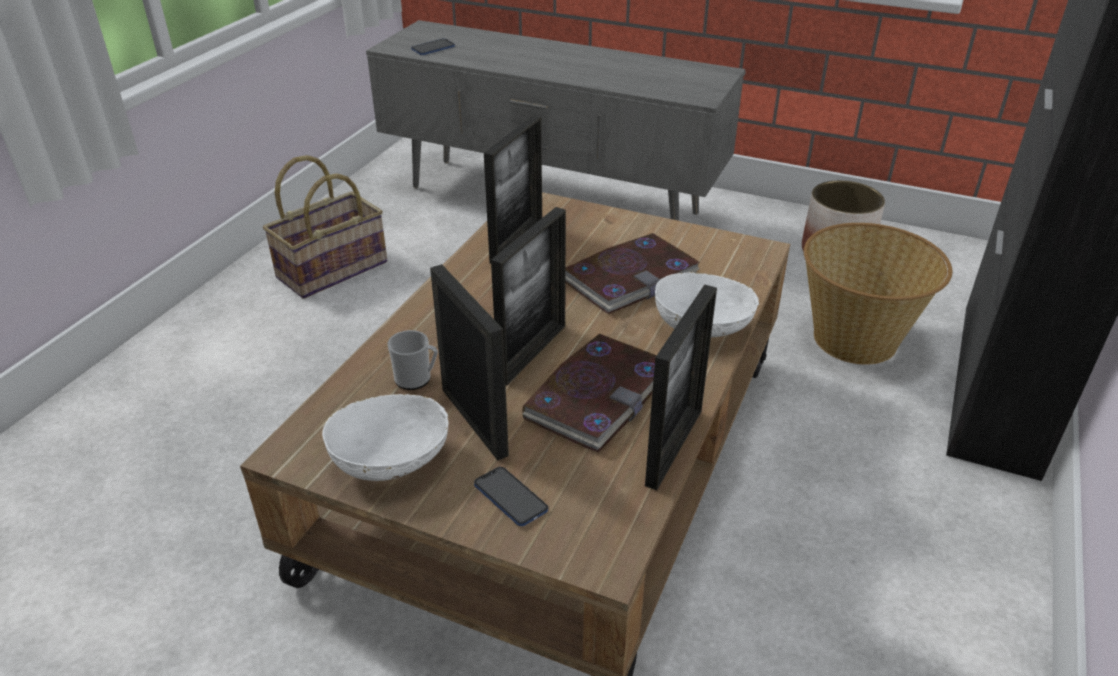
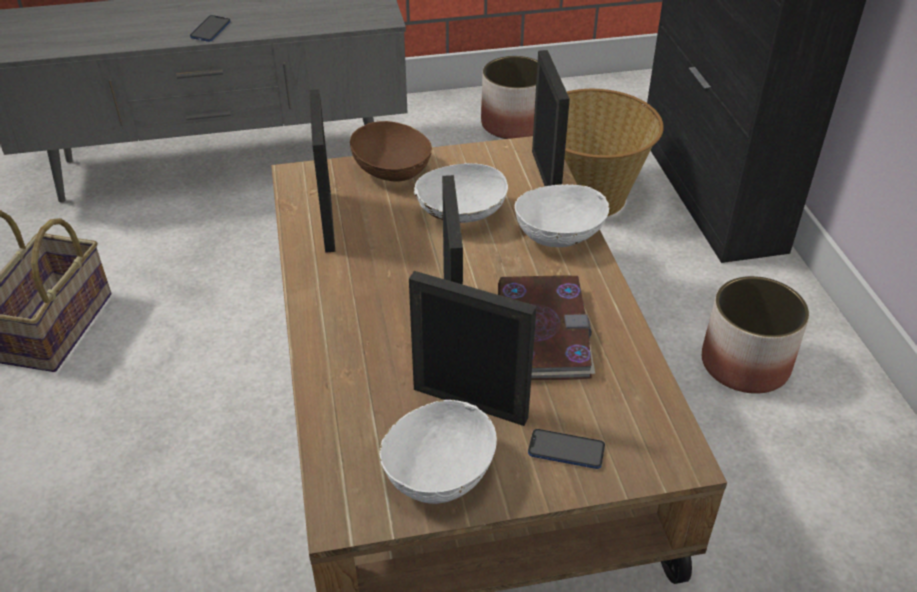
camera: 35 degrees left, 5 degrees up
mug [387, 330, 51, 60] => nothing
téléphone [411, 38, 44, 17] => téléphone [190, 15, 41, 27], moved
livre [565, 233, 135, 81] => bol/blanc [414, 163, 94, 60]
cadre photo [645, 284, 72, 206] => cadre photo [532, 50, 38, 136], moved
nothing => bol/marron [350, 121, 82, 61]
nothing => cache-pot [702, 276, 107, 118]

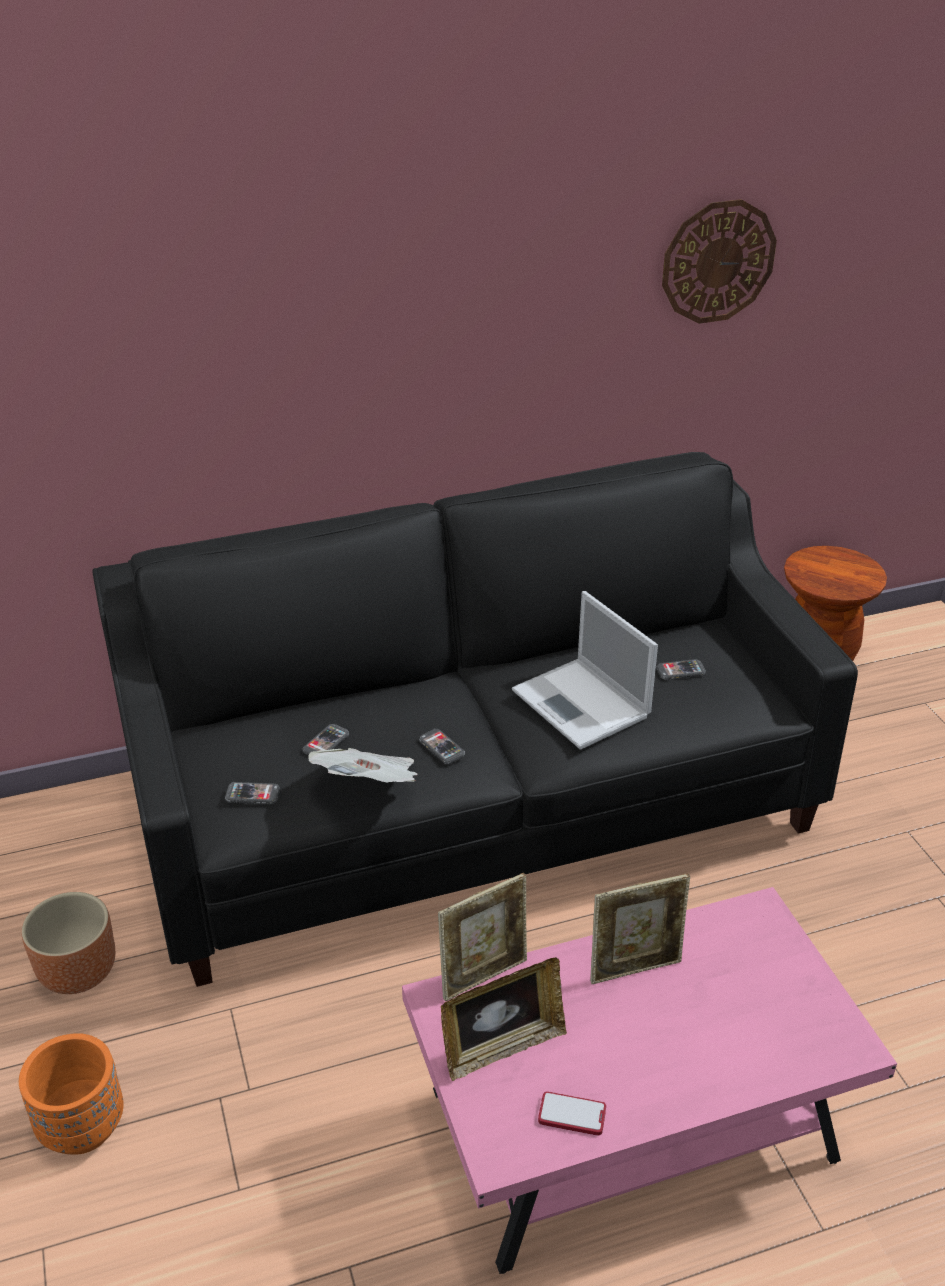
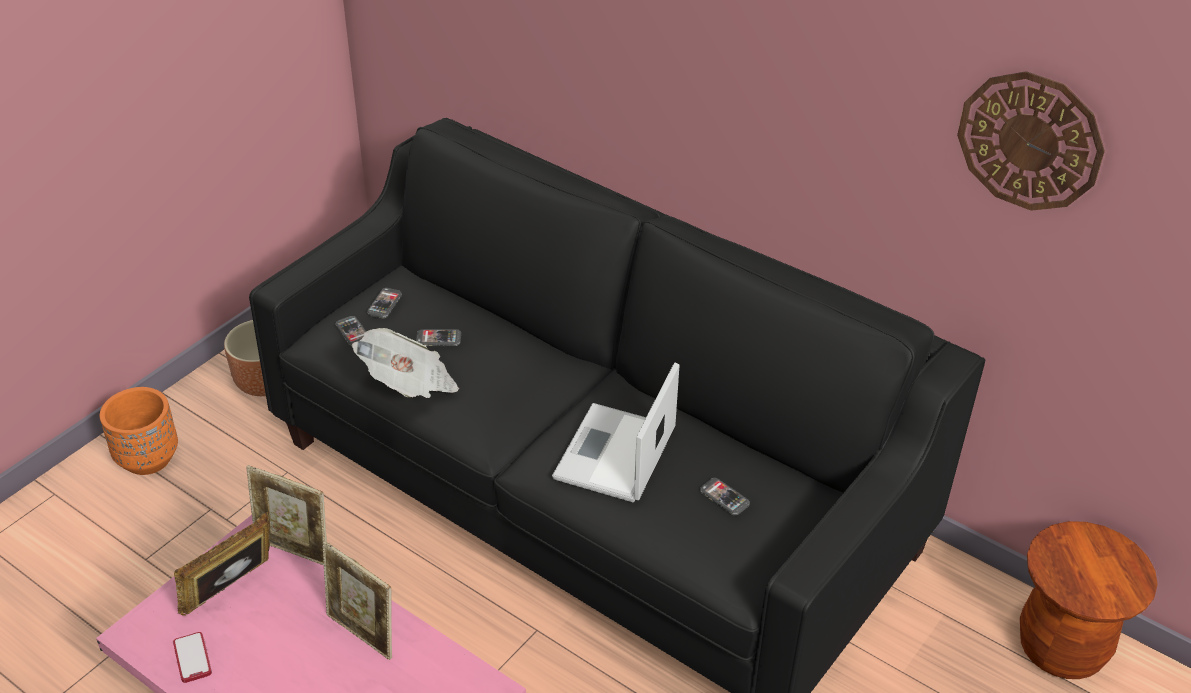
camera: 55 degrees right, 5 degrees up
téléphone [419, 729, 46, 35] => téléphone [367, 288, 35, 31], moved
cadre photo [441, 957, 126, 124] => cadre photo [174, 512, 96, 103], 105 degrees clockwise

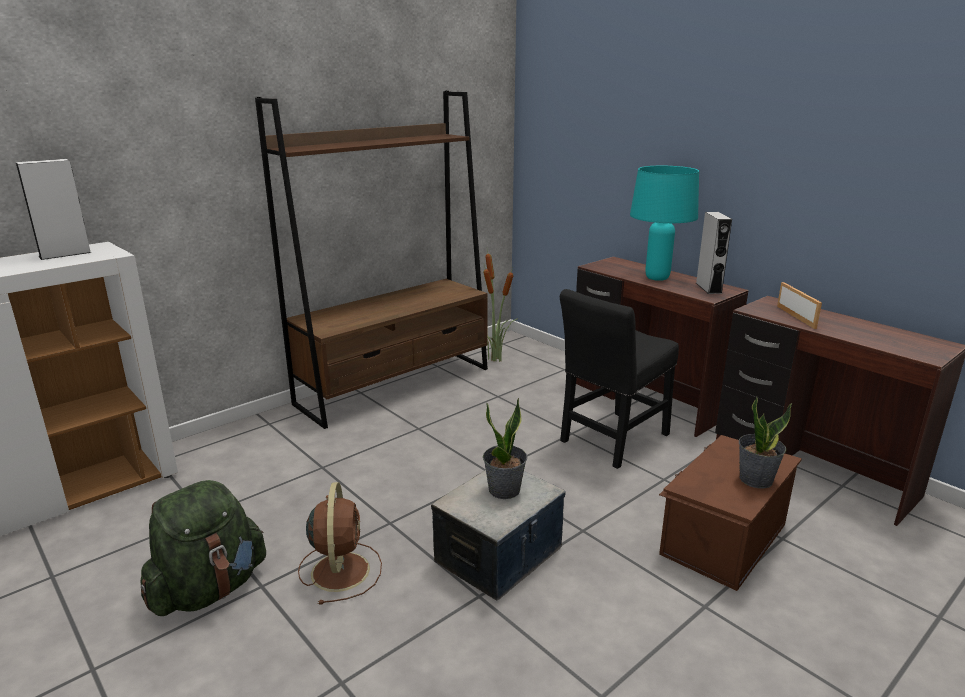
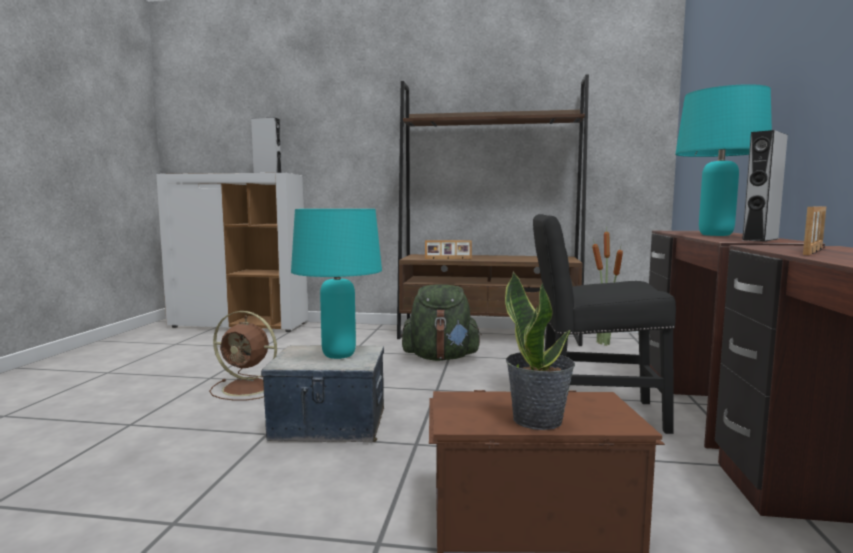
camera: 50 degrees right, 15 degrees down
sac à dos/vert [141, 480, 125, 136] => sac à dos/vert [402, 284, 80, 77], moved
ventilateur/marron [298, 482, 84, 123] => ventilateur/marron [209, 311, 68, 89], 60 degrees clockwise
plante en pot [483, 398, 44, 101] => lampe de table/turquoise [291, 209, 91, 150]
nothing => cadre photo [425, 240, 47, 19]

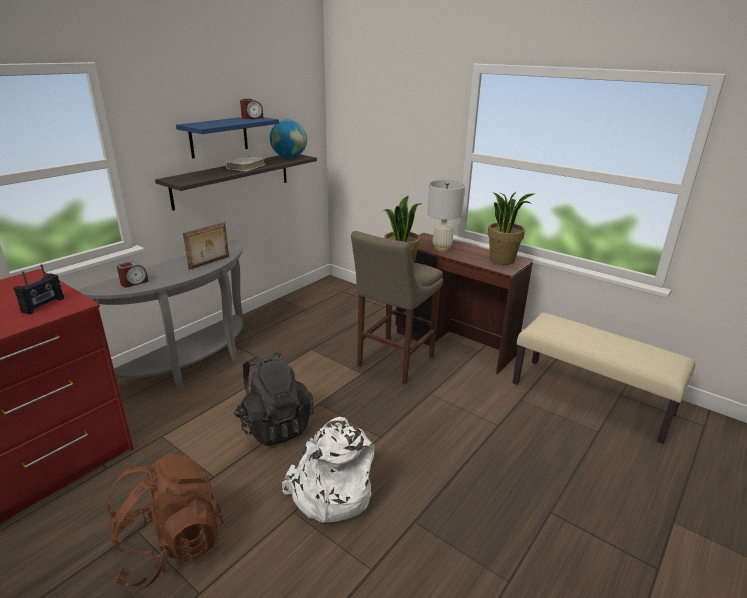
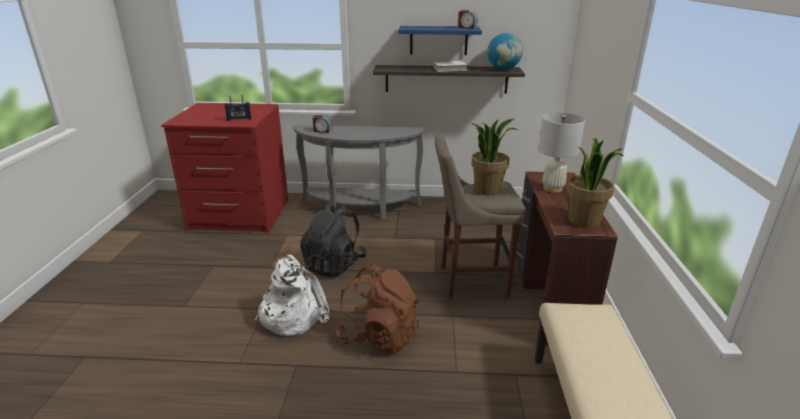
camera: 55 degrees right, 0 degrees up
sac à dos/marron [107, 454, 117, 134] => sac à dos/marron [336, 264, 83, 89], moved
cadre photo [183, 222, 46, 48] => nothing

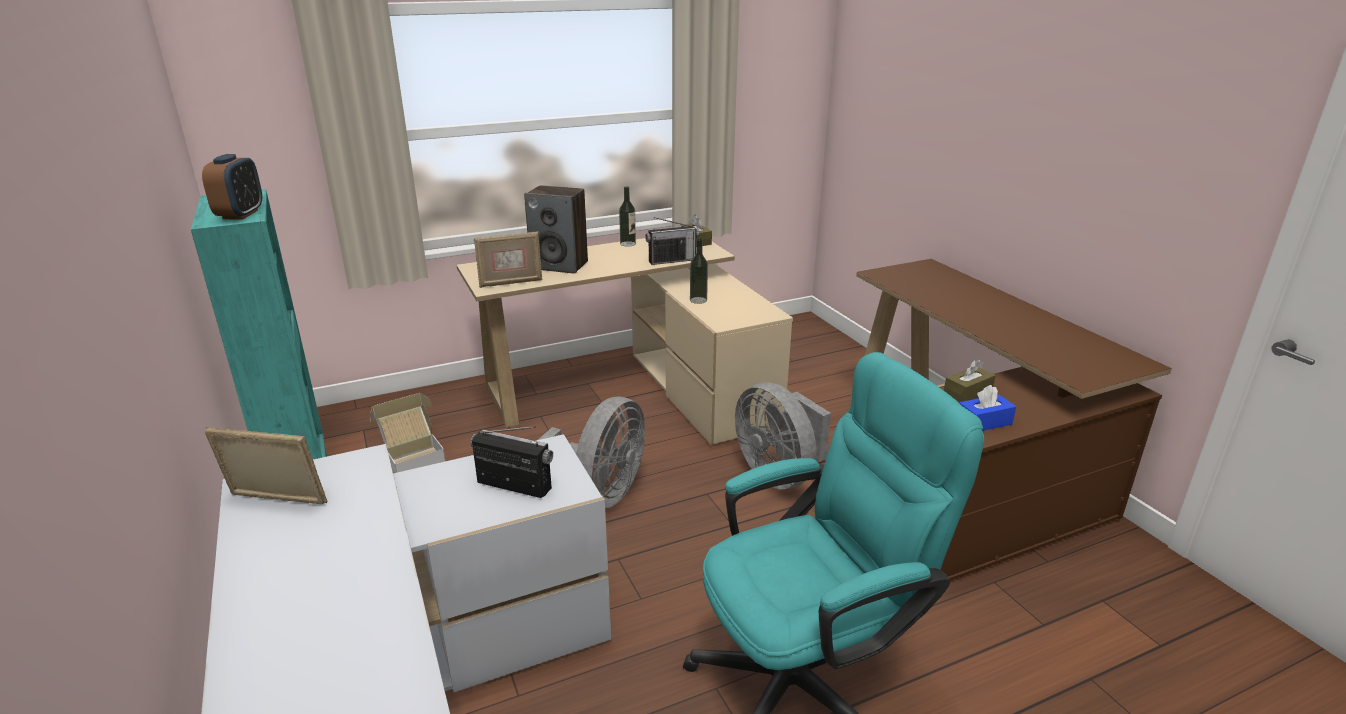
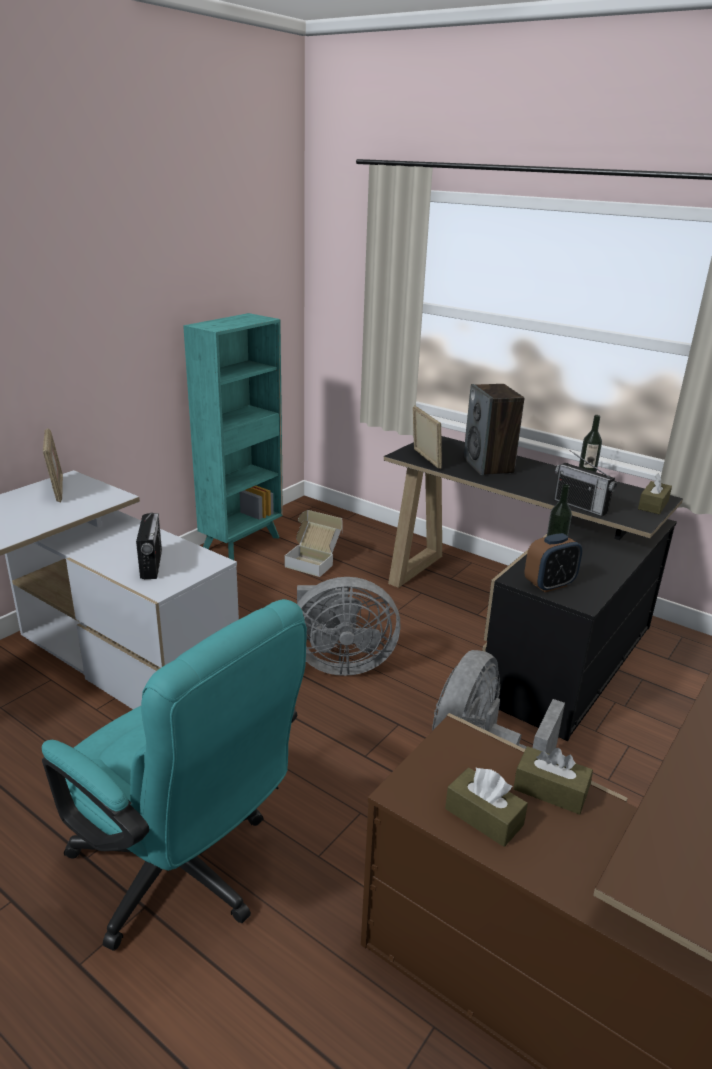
camera: 60 degrees right, 0 degrees up
réveil [202, 154, 60, 65] => réveil [524, 533, 58, 59], moved
bureau/beige [457, 238, 336, 207] => bureau/noir [384, 436, 299, 305]
cadre photo [474, 231, 68, 57] => cadre photo [413, 405, 29, 64], 150 degrees counterclockwise
boîte à mouchoirs/bleu [959, 385, 57, 46] => boîte à mouchoirs/marron [445, 768, 83, 79]

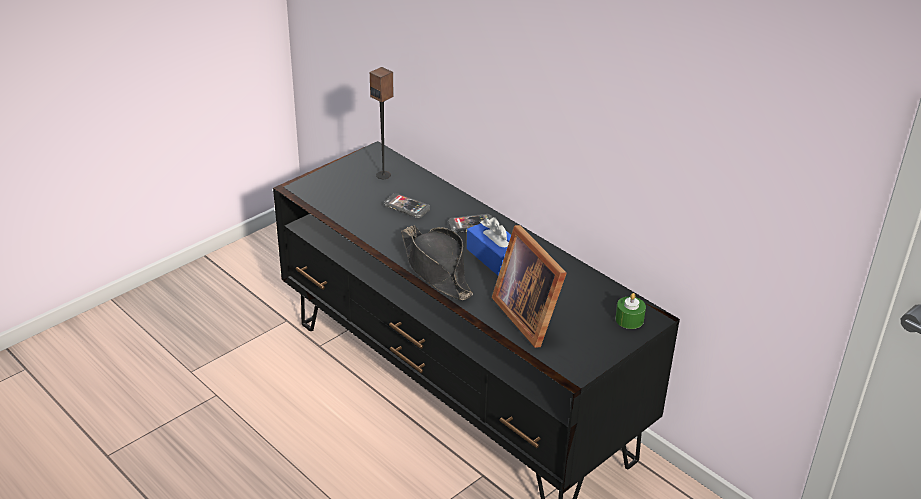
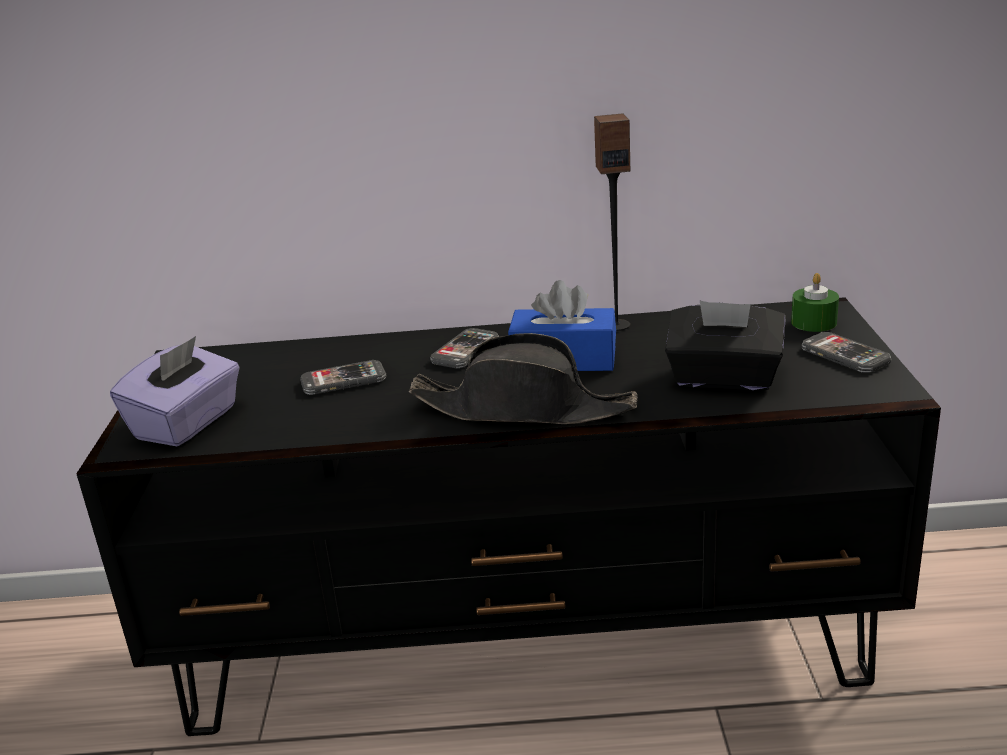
camera: 45 degrees left, 10 degrees down
enceinte [370, 67, 24, 112] => enceinte [594, 113, 36, 218], moved
cadre photo [492, 225, 75, 123] => boîte à mouchoirs/noir [665, 301, 120, 89]
nothing => boîte à mouchoirs/violet [110, 336, 130, 111]
nothing => téléphone [802, 332, 89, 41]

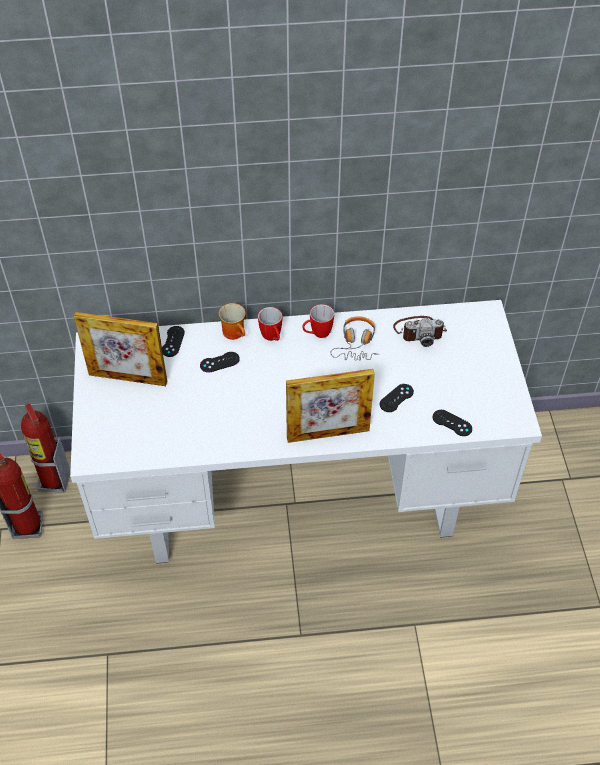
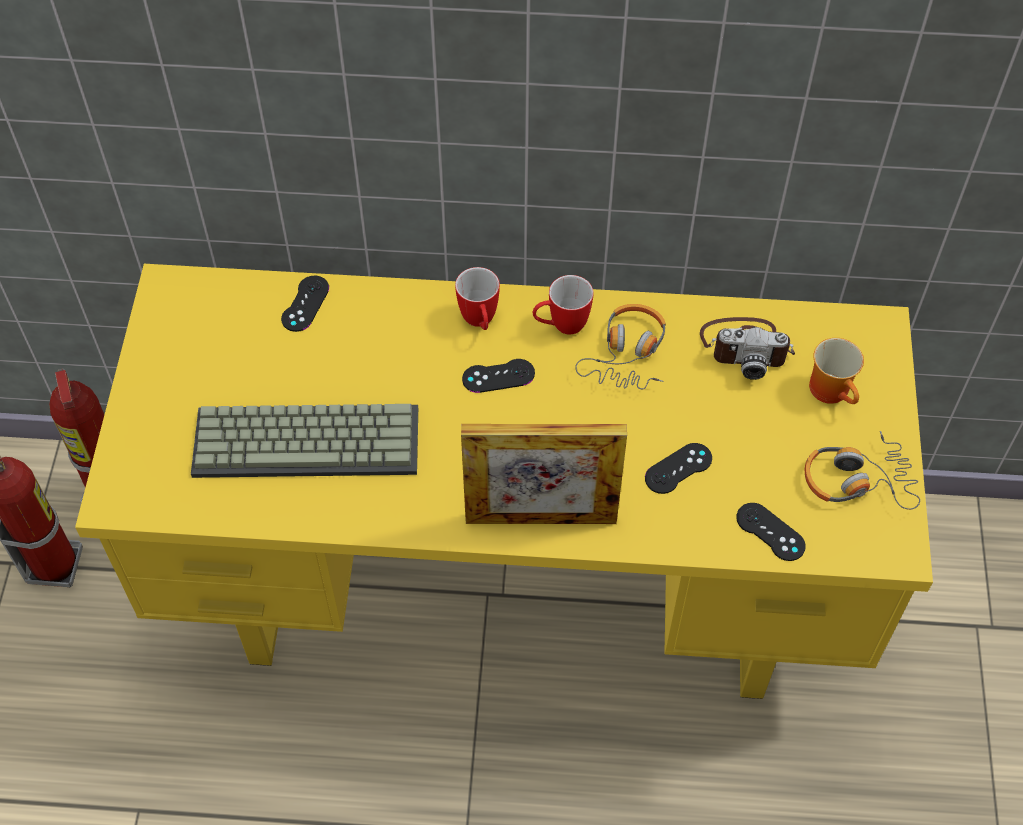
camera: 10 degrees right, 5 degrees up
bureau/blanc [70, 300, 472, 263] => bureau/jaune [75, 264, 858, 435]
cadre photo [74, 312, 93, 74] => nothing
manette/noir [200, 352, 40, 21] => manette/noir [462, 359, 73, 34], moved
mug [219, 303, 26, 37] => mug [809, 338, 55, 66], moved
nothing => clavier [191, 404, 227, 74]
nothing => casque audio [805, 431, 115, 79]

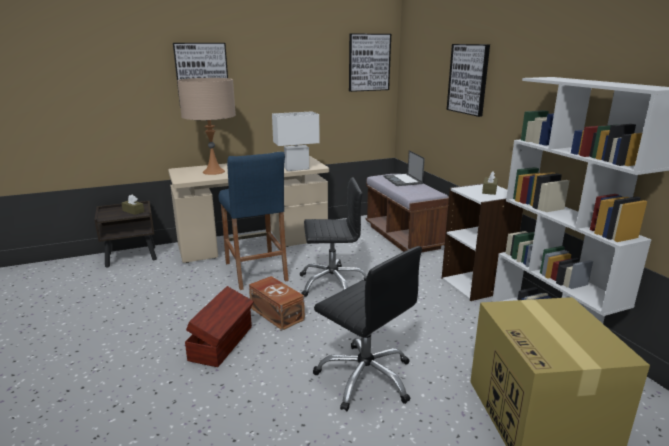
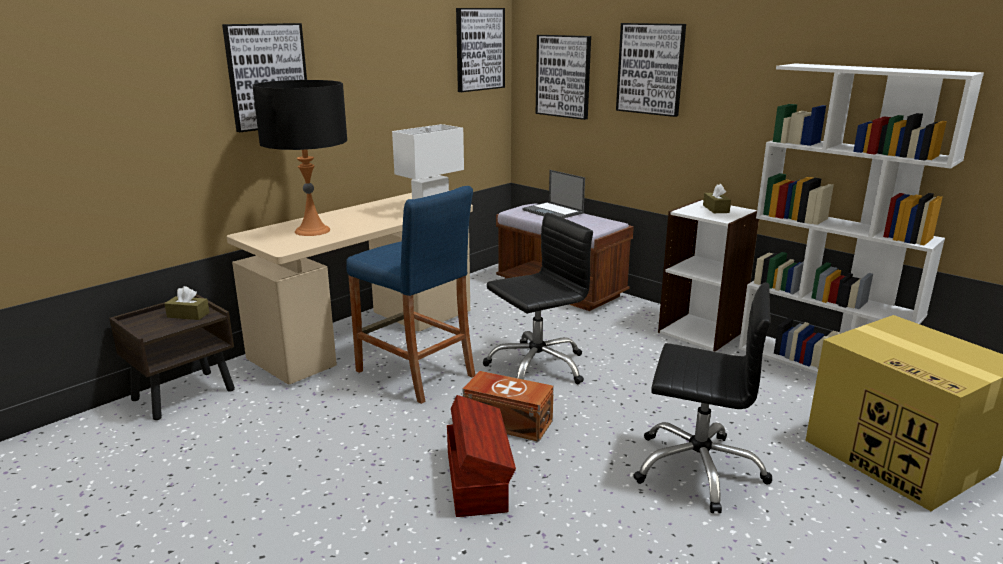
camera: 25 degrees left, 0 degrees up
lampe de table/beige [177, 78, 59, 97] => lampe de table/noir [252, 80, 95, 156]
nothing => tableau [536, 35, 55, 85]

